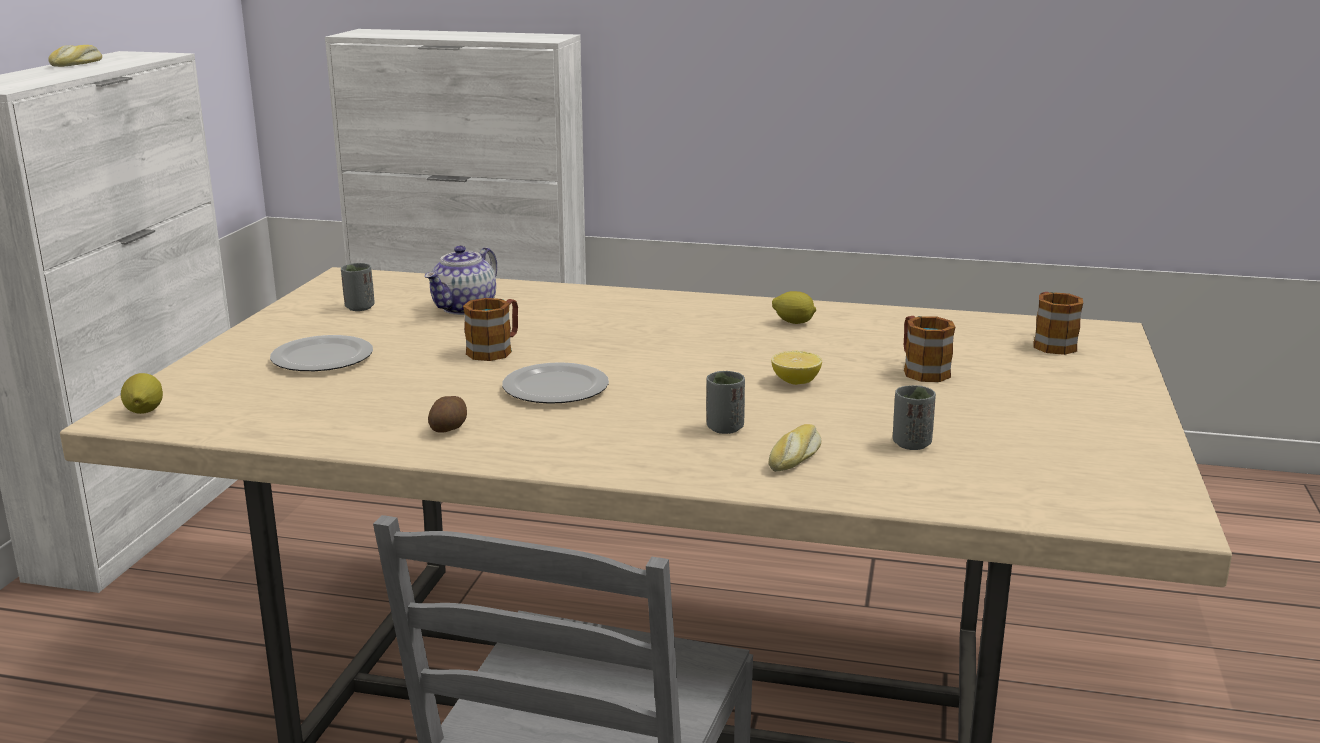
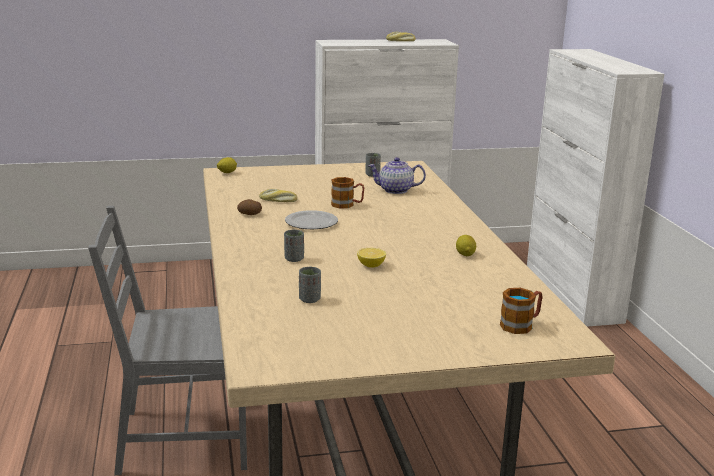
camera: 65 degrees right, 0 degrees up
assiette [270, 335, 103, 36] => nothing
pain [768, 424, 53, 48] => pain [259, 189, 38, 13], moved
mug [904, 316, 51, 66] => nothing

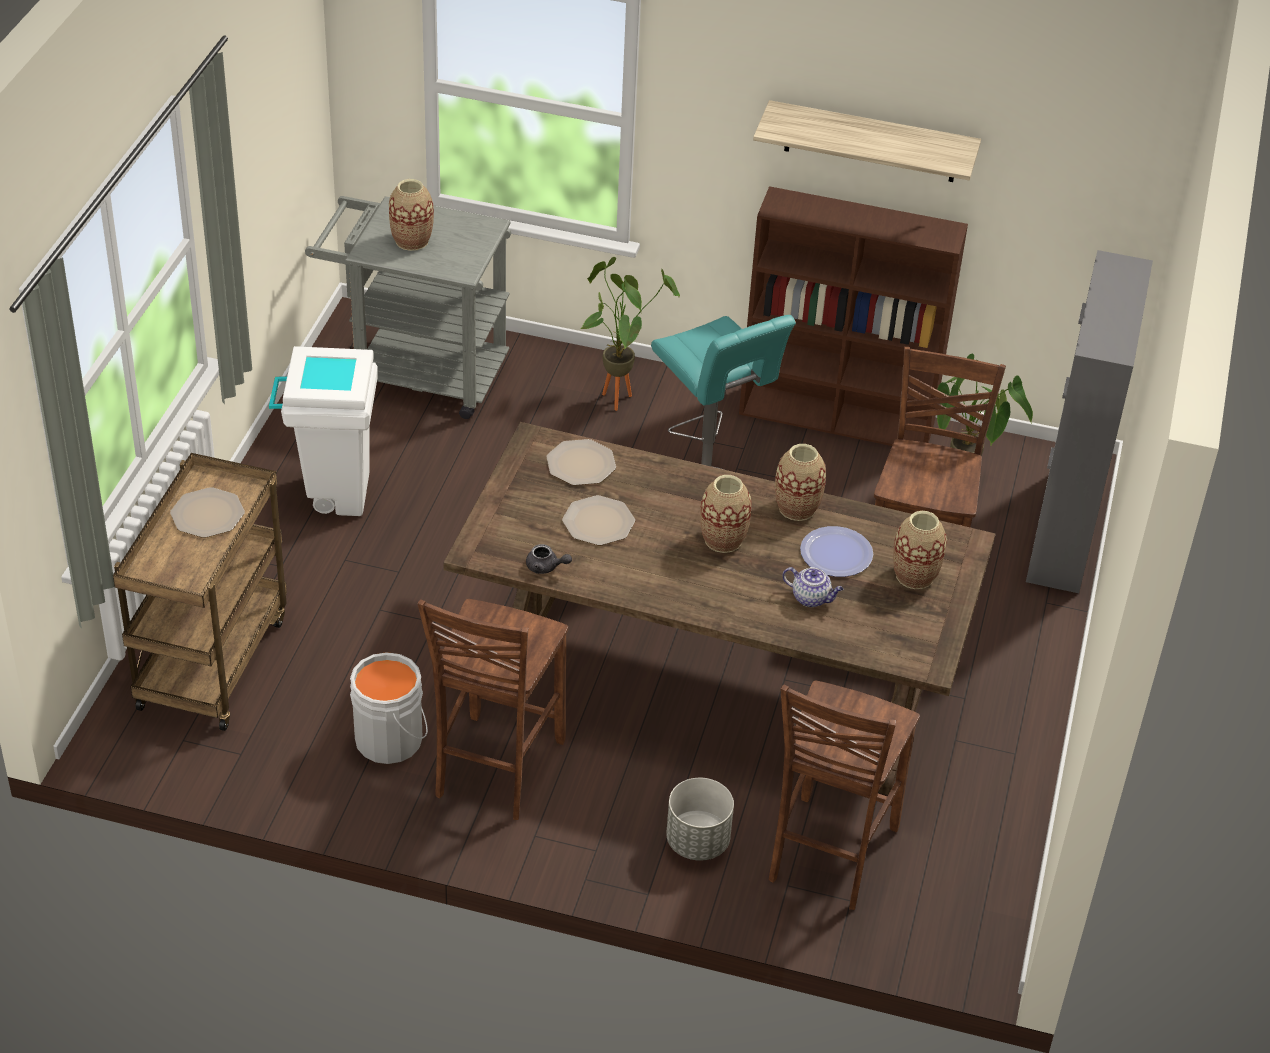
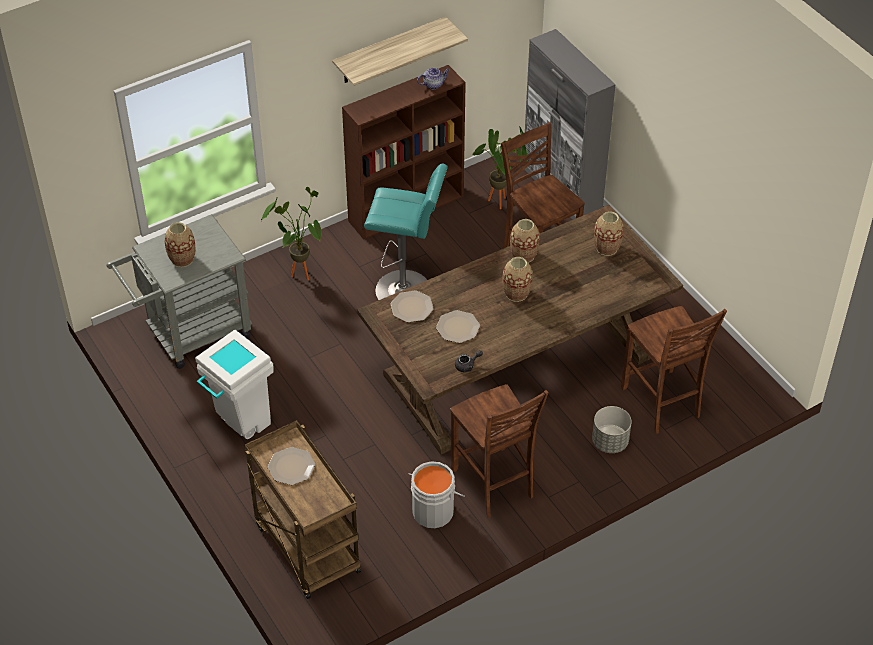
camera: 45 degrees left, 5 degrees up
théière [783, 567, 60, 40] => théière [417, 68, 33, 21], moved
assiette [800, 526, 73, 51] => nothing

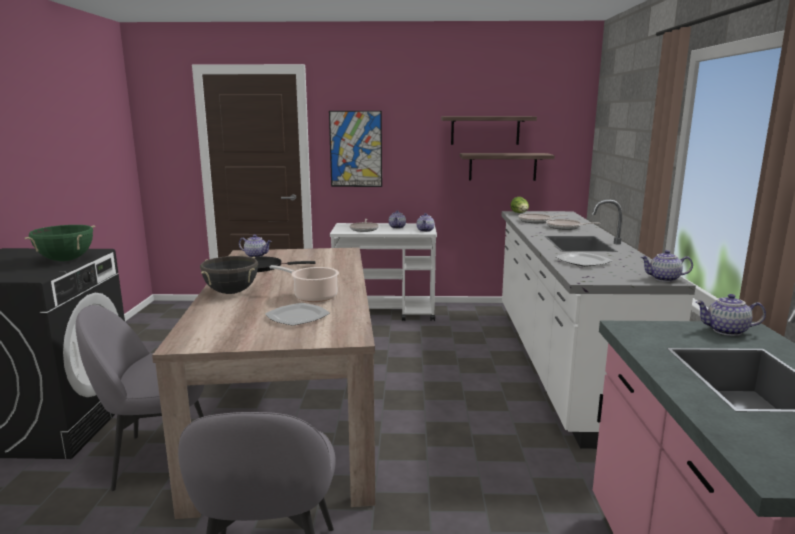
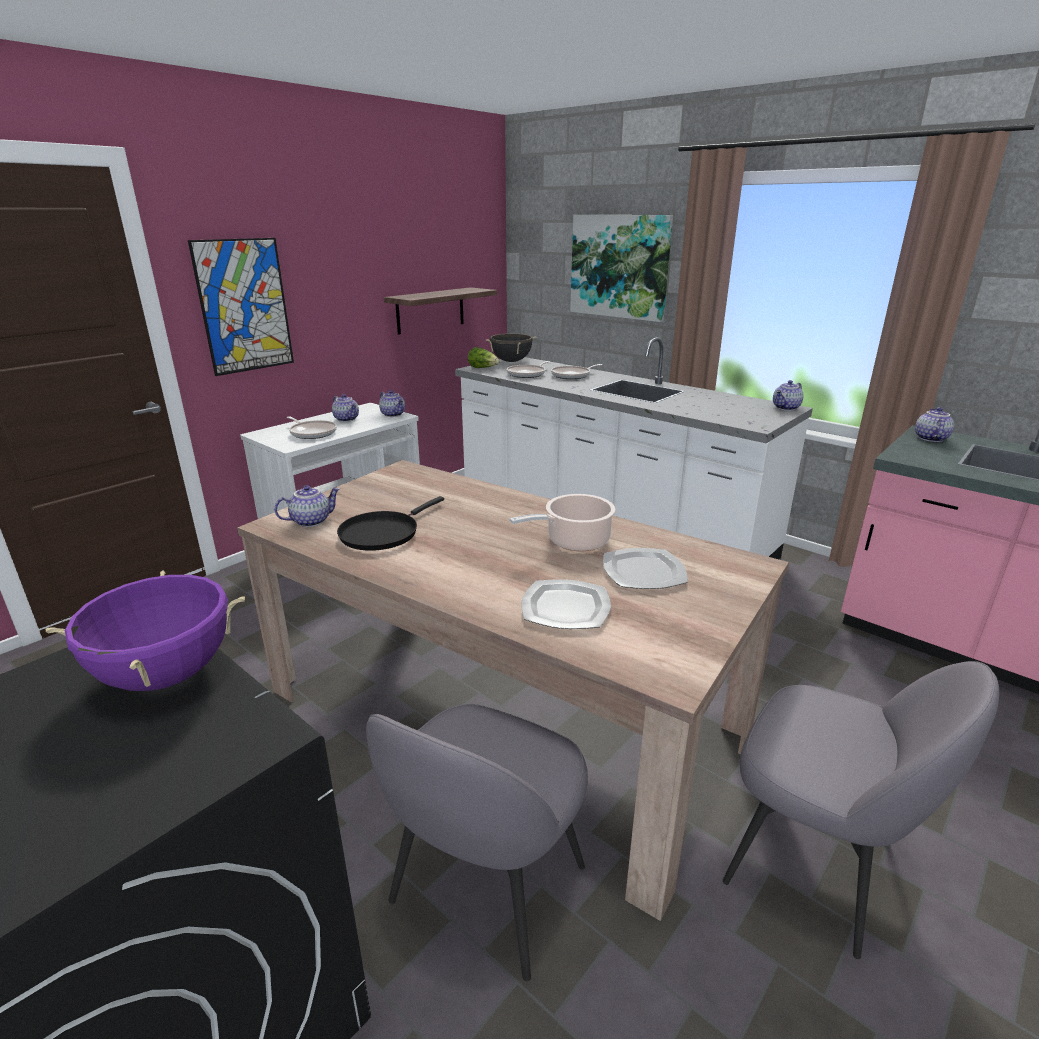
camera: 50 degrees left, 10 degrees up
marmite/vert [25, 225, 70, 36] => marmite/violet [46, 570, 199, 121]
marmite/noir [200, 256, 58, 38] => marmite/noir [486, 333, 51, 29], moved
étagère [441, 116, 96, 29] => nothing
assiette [556, 252, 56, 15] => assiette [521, 579, 90, 50], moved
théière [695, 294, 71, 42] => théière [915, 407, 39, 35], 150 degrees clockwise
nothing => tableau [570, 215, 103, 107]

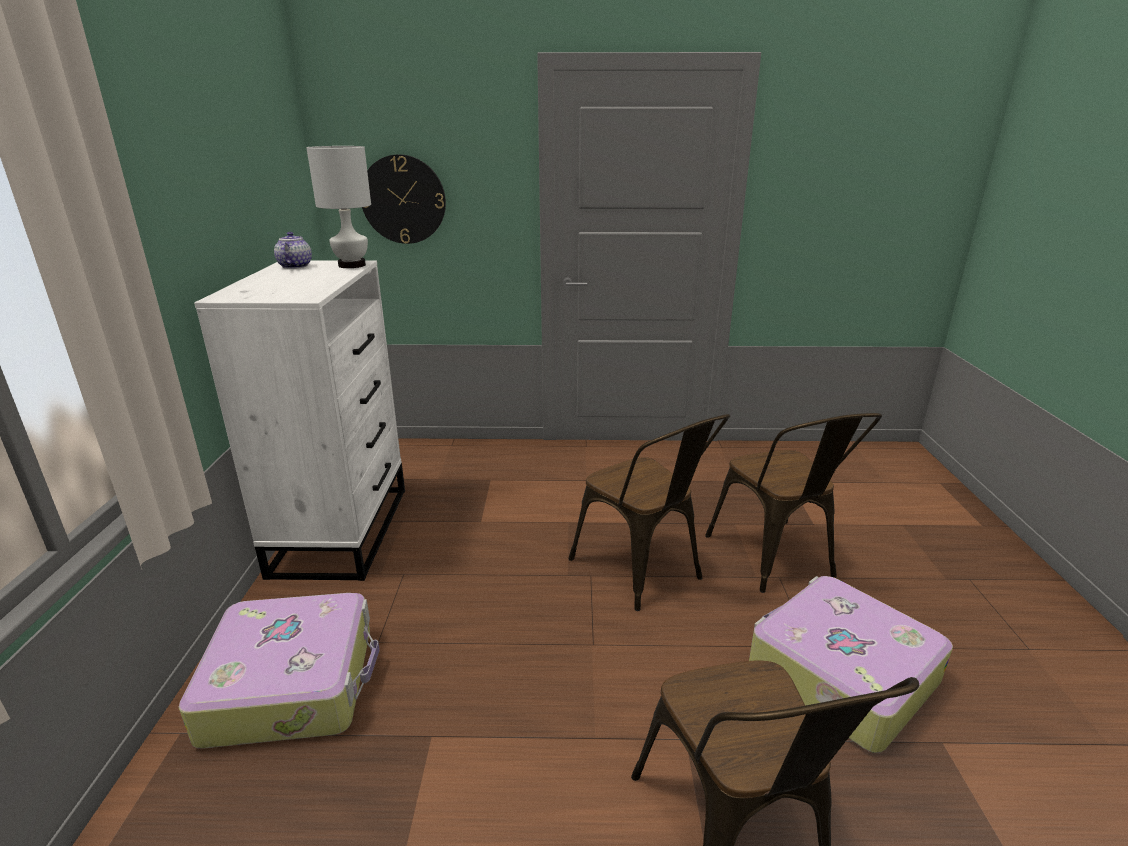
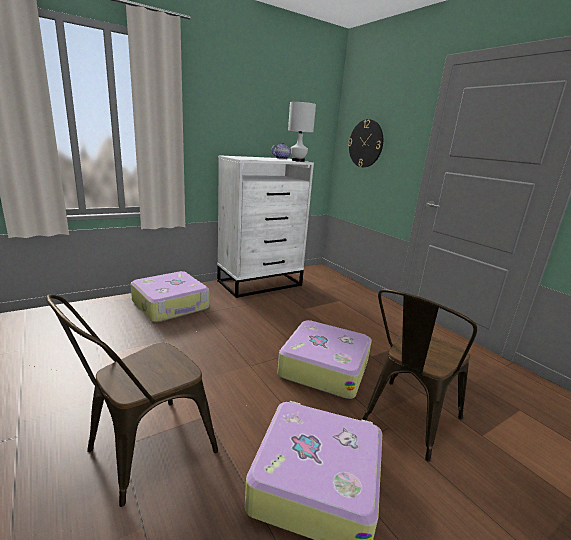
camera: 55 degrees right, 5 degrees down
chaise/marron [569, 414, 161, 197] => valise [277, 320, 95, 79]

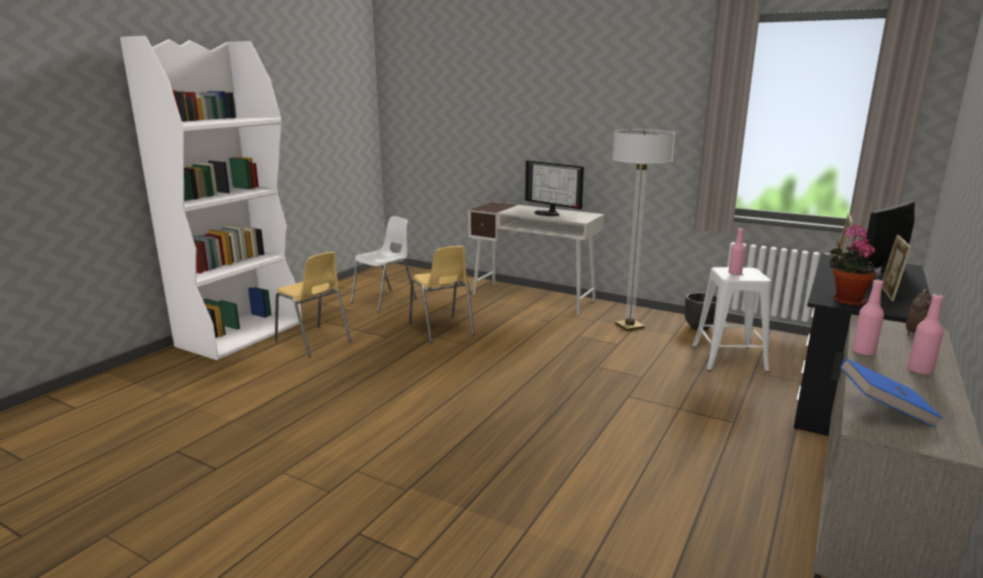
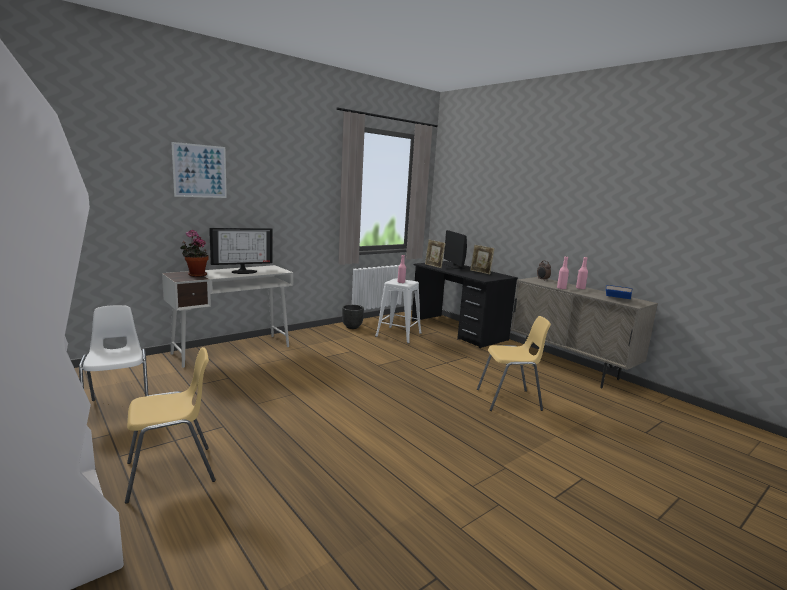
camera: 70 degrees left, 5 degrees down
chaise/jaune [409, 246, 65, 97] => chaise/jaune [477, 316, 74, 95], moved
lampadaire [612, 129, 63, 202] => nothing
plante en pot [830, 225, 47, 81] => plante en pot [181, 230, 28, 47], moved
nothing => tableau [171, 142, 56, 56]

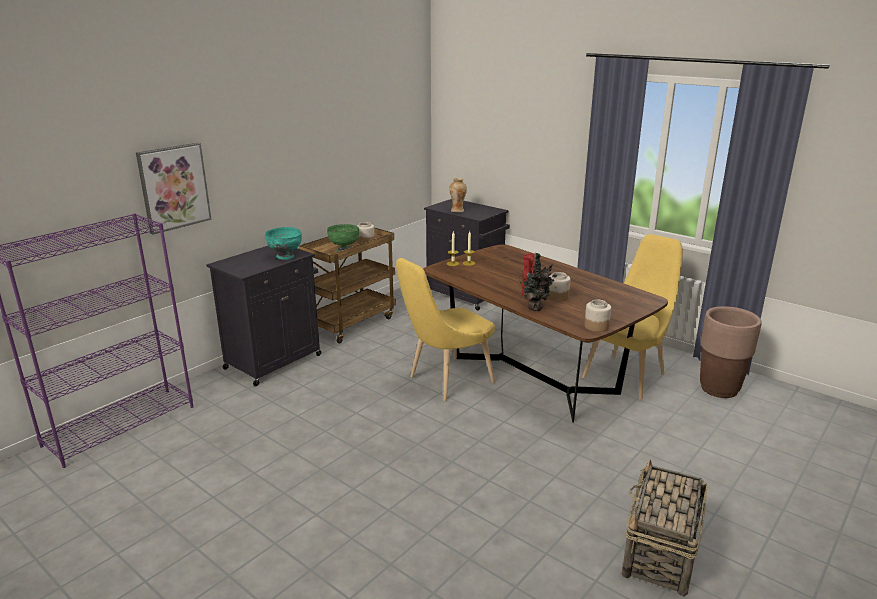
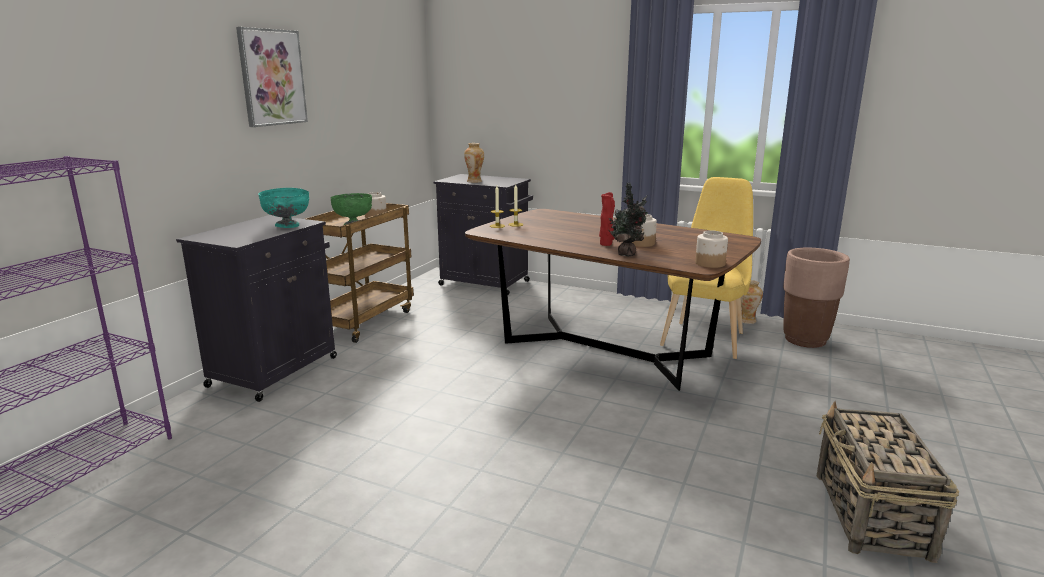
camera: 15 degrees left, 5 degrees down
tableau [136, 143, 76, 92] => tableau [236, 27, 72, 100], moved
chaise/jaune [396, 258, 99, 143] => nothing
nothing => vase [741, 280, 22, 44]

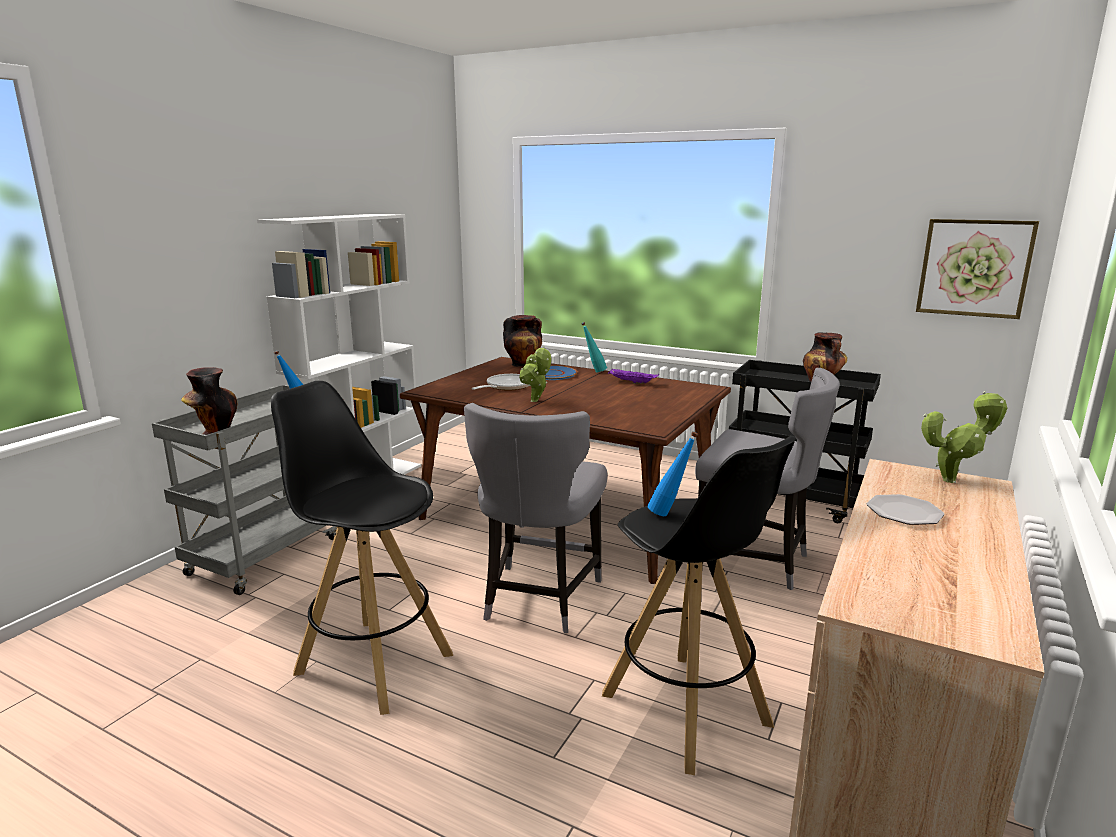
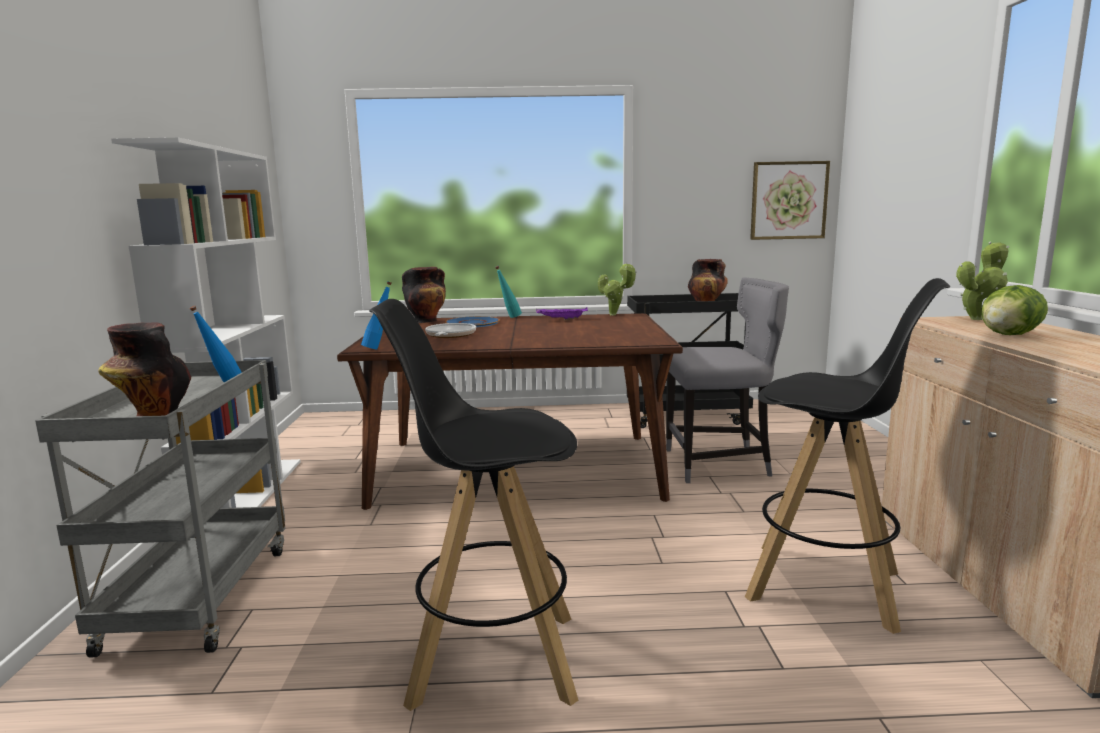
camera: 30 degrees left, 5 degrees down
chaise/gris [464, 403, 143, 230] => nothing
plante en pot [519, 347, 32, 55] => plante en pot [598, 263, 39, 52], moved
bouteille/bleu [647, 431, 51, 85] => bouteille/bleu [361, 281, 31, 69], moved
assiette [867, 494, 78, 31] => laitue [981, 285, 67, 50]

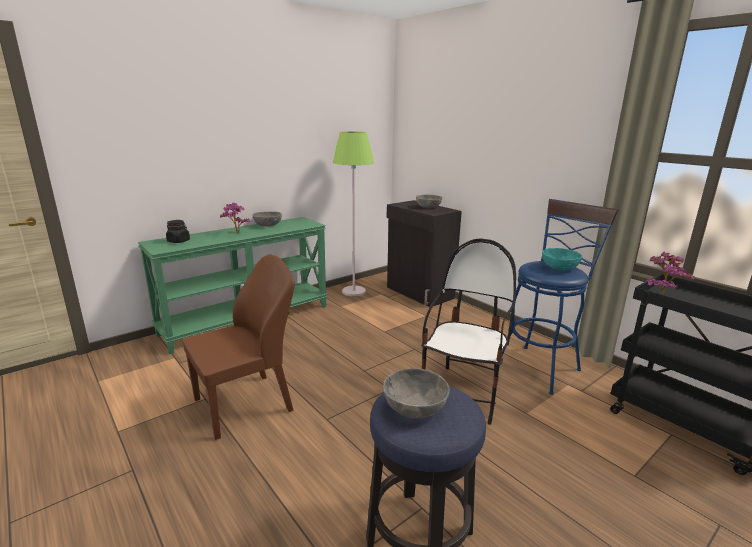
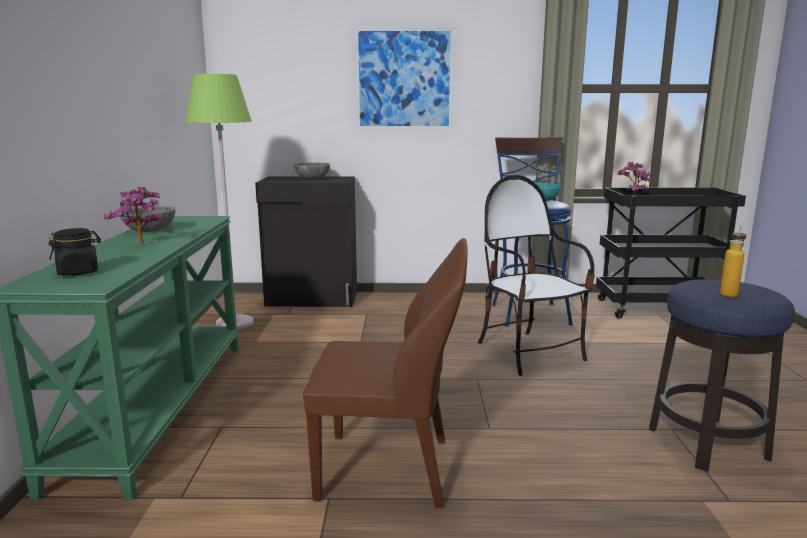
camera: 50 degrees left, 5 degrees down
chaise/marron [183, 255, 111, 185] => chaise/marron [303, 238, 165, 270], 90 degrees clockwise
bol/gris [383, 368, 67, 51] => bouteille [720, 226, 26, 71]
nothing => tableau [354, 27, 101, 103]

